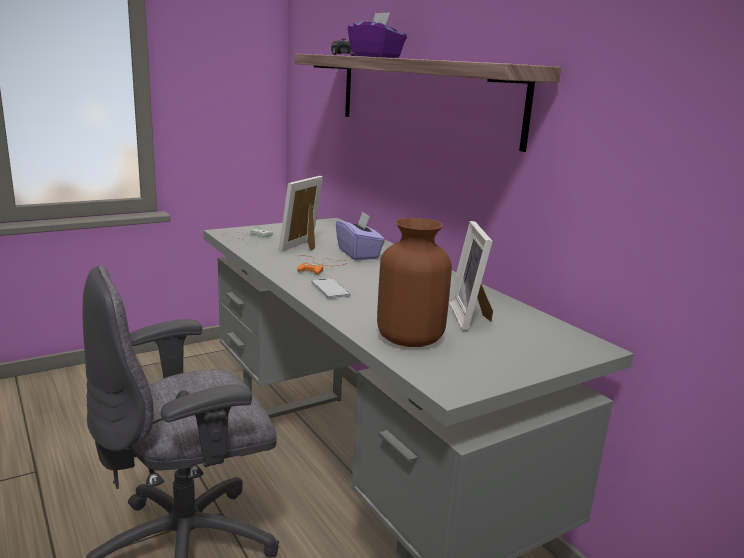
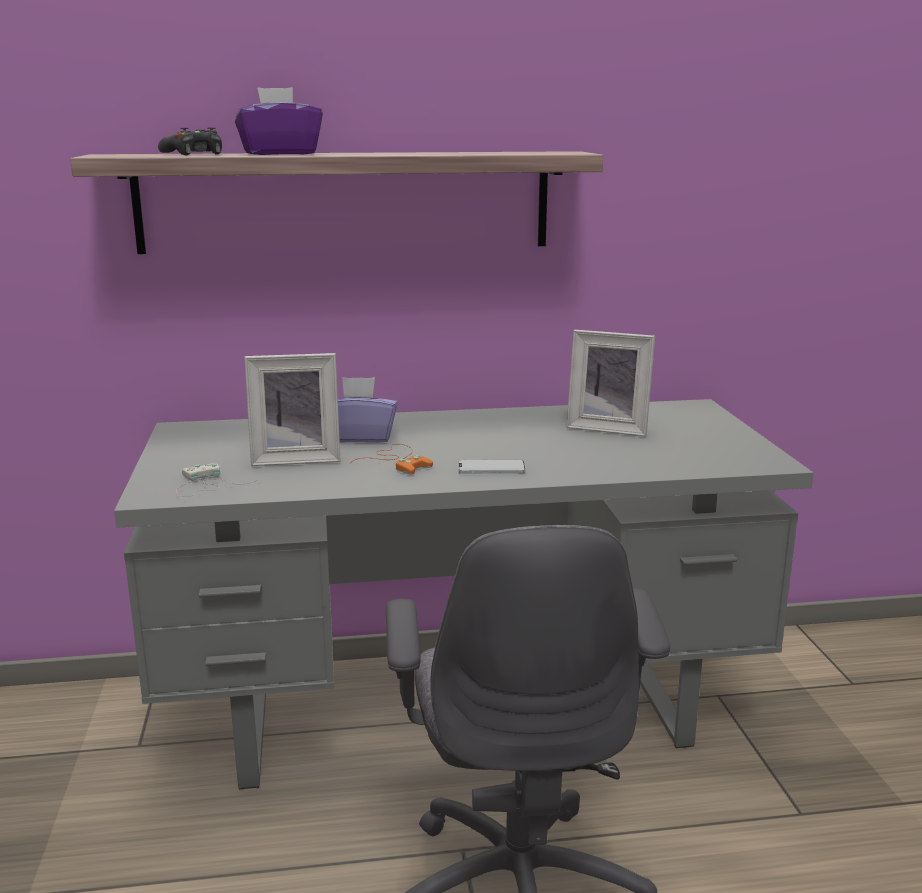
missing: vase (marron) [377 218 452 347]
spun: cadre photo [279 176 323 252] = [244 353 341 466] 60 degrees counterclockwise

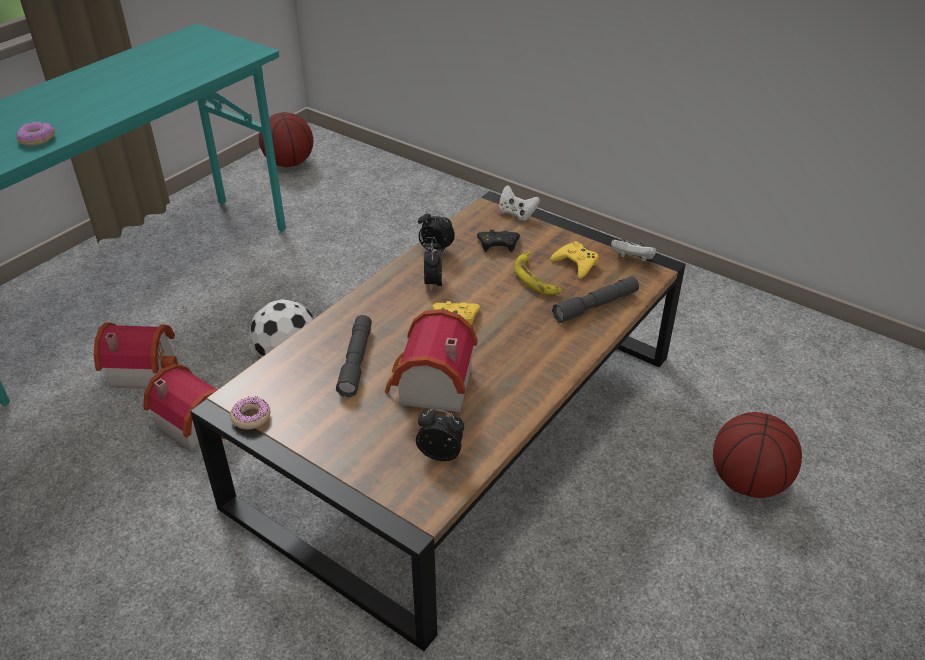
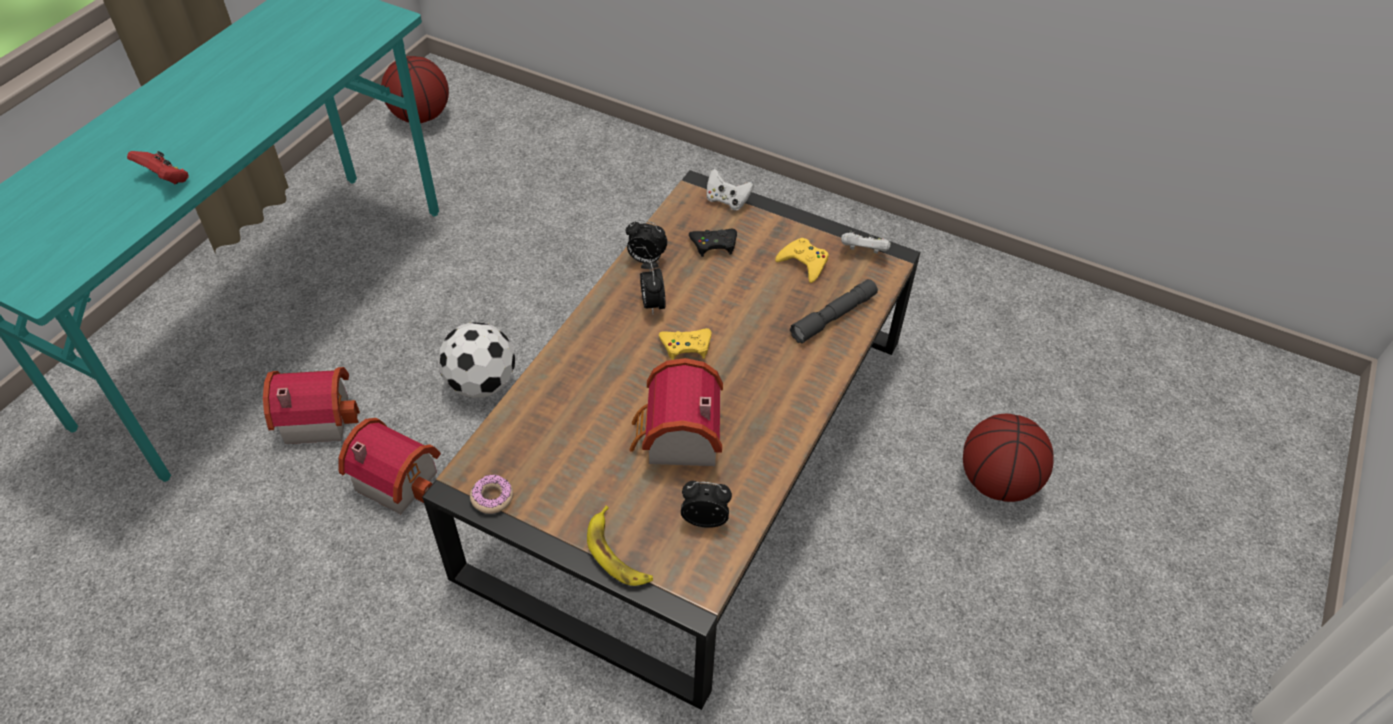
missing: lampe de poche (gris) [336 315 372 397]
relocated: banane [514 251 562 295] to [587 505 653 586]
exchanged: beignet [16 122 55 146] to manette (rouge) [127 151 189 184]

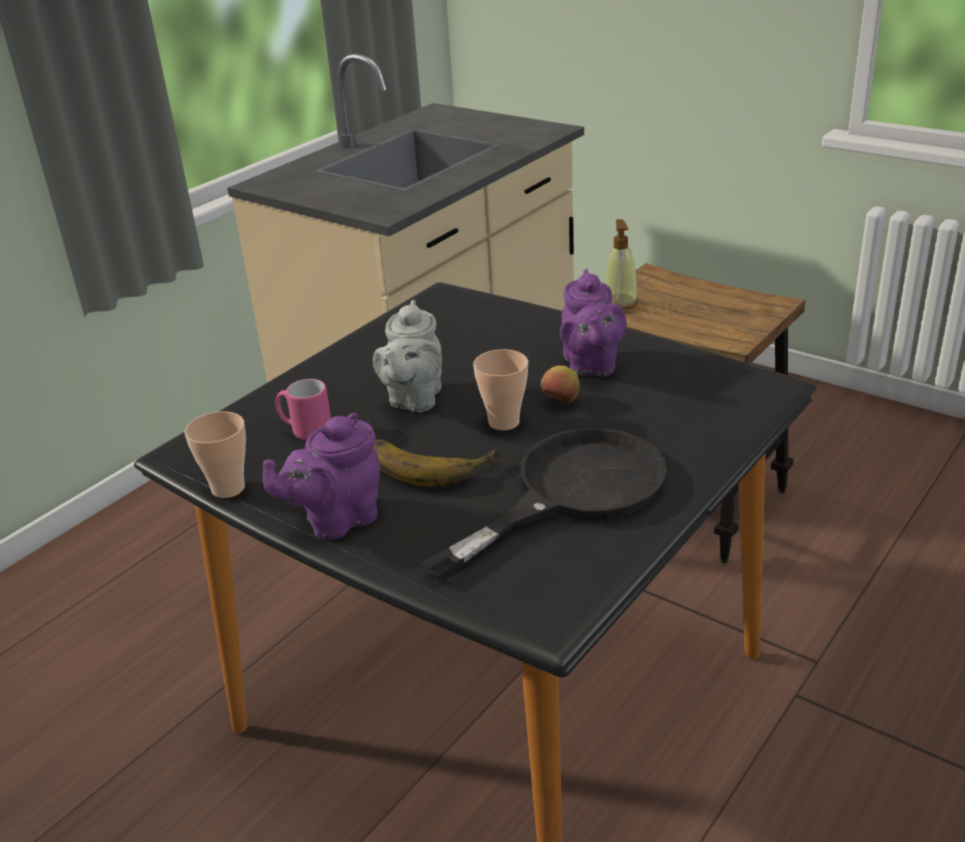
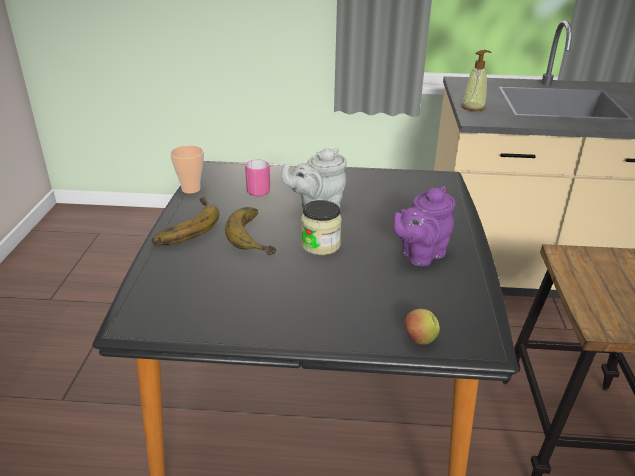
missing: poêle (noir) [420 428 667 581]
relocated: pomme [541 366 580 404] to [405 309 440 345]; distributeur de savon [604 219 638 310] to [461 50 491 111]
exchanged: théière (violet) [263 413 380 540] to banane [152 197 219 245]; tasse [473 349 528 430] to bocal [301 200 342 255]

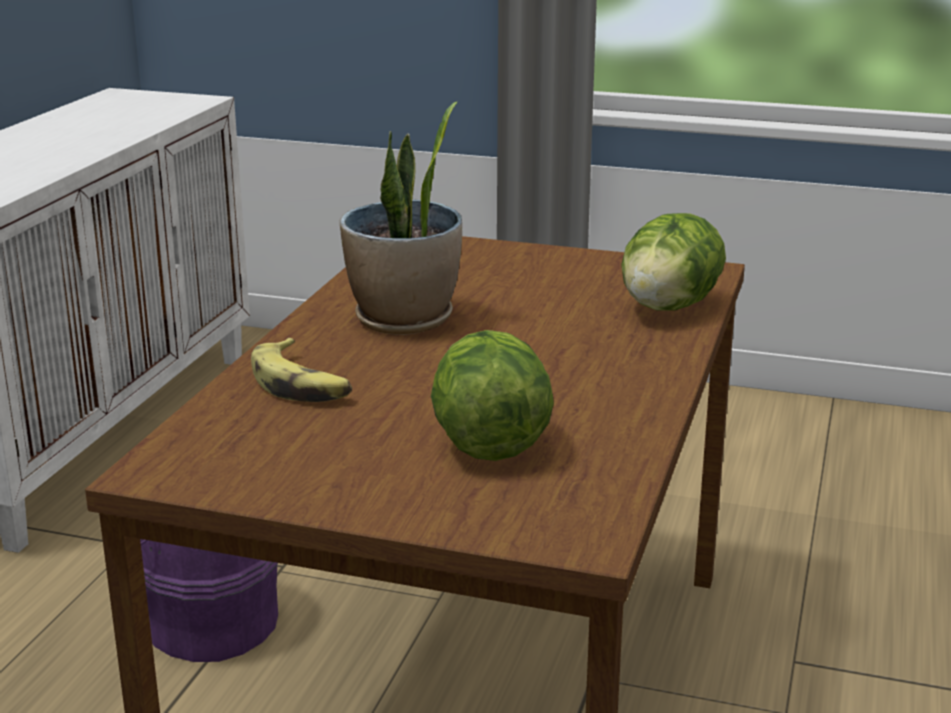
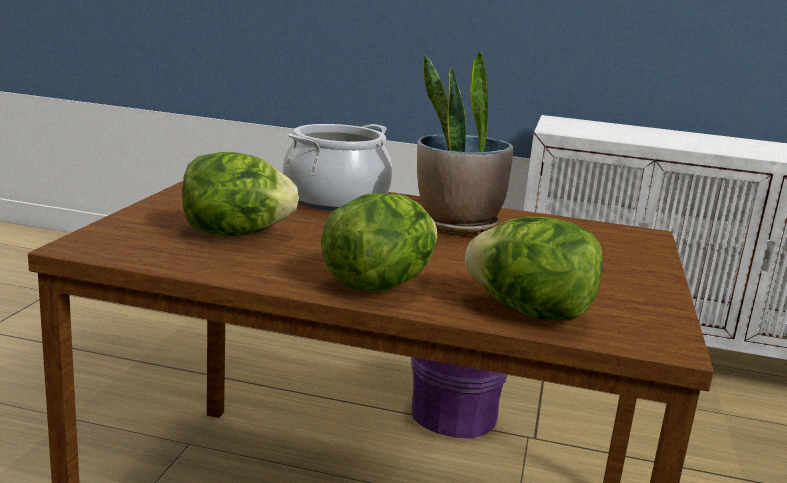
appeared: laitue [321 193 437 292]
exchanged: banane [251 338 352 402] to marmite [282 124 392 211]

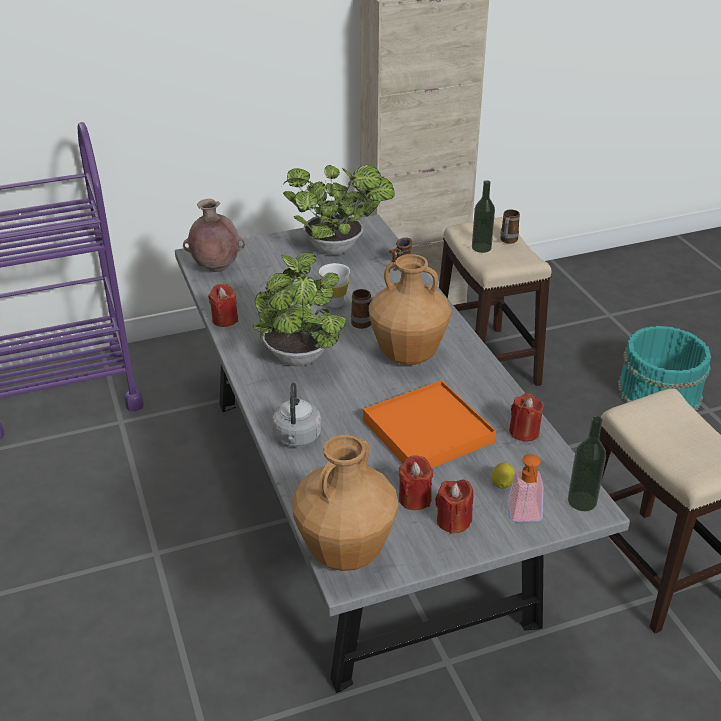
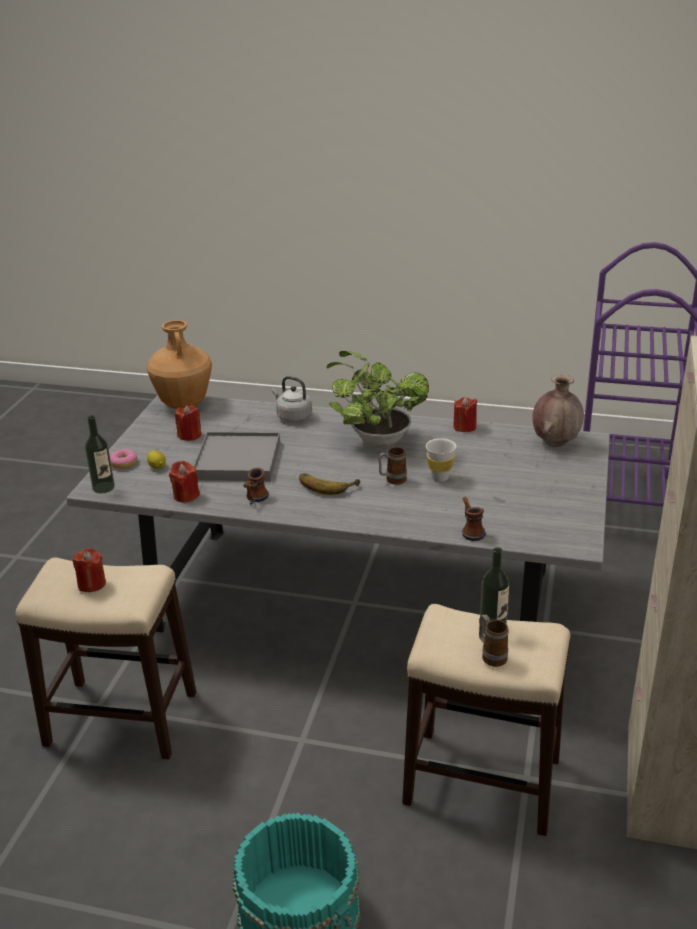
missing: plante en pot [282 165 395 255]
appeared: mug [243 468 269 504]
relocated: bougie (rouge) [435 479 474 534] to [73 548 106 592]
exchanged: distributeur de savon [508 454 543 522] to beignet [110 449 137 469]; vase (marron) [369 254 452 365] to banane [299 473 361 495]
colour: plateau (orange) [363 380 496 468] to plateau (gris) [194 432 280 481]

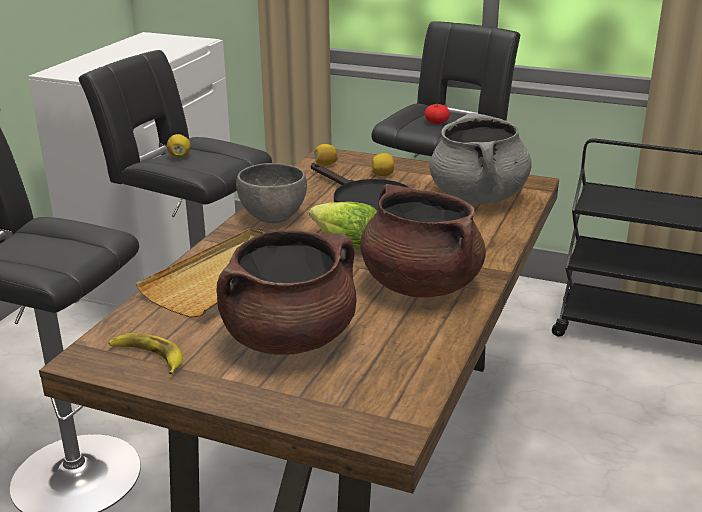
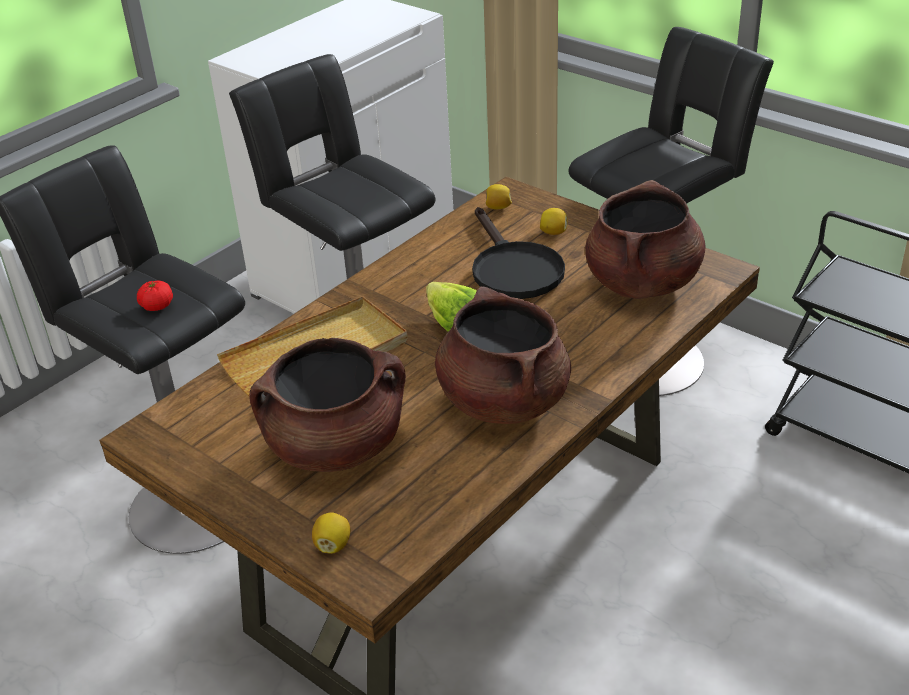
missing: banane [109 333 183 375]; bol (gris) [236 163 307 223]
relocated: tomate [425 104 450 124] to [137 280 173 311]; citron [167 134 191 158] to [312 512 350 554]
colour: marmite (gris) [430 113 532 204] to marmite (marron) [585 180 706 299]

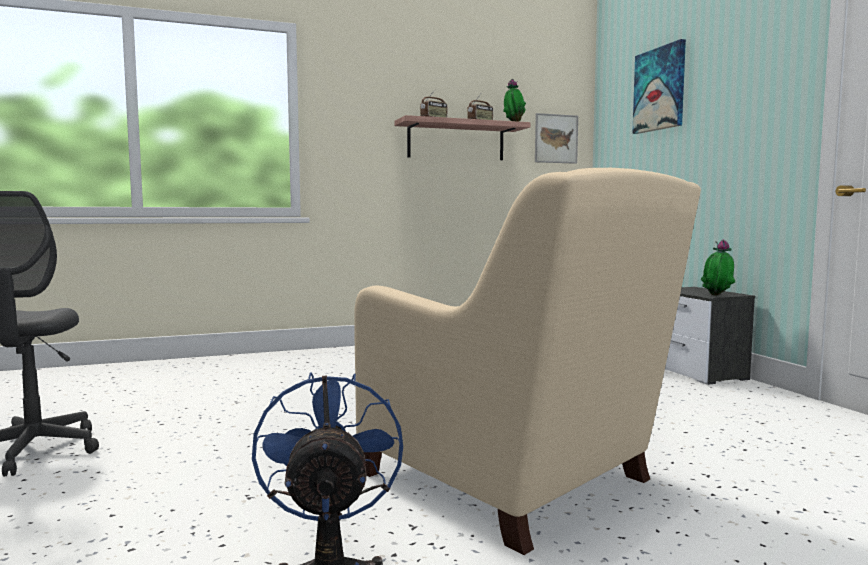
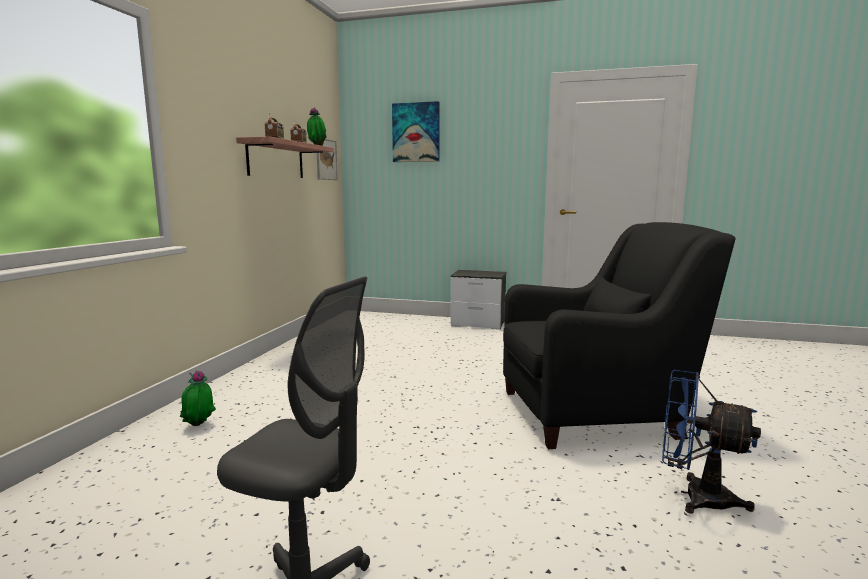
relocated: plante en pot [701 239 735 296] to [180 370 216 426]
colour: fauteuil (beige) [354 168 701 555] to fauteuil (noir) [503 222 735 449]

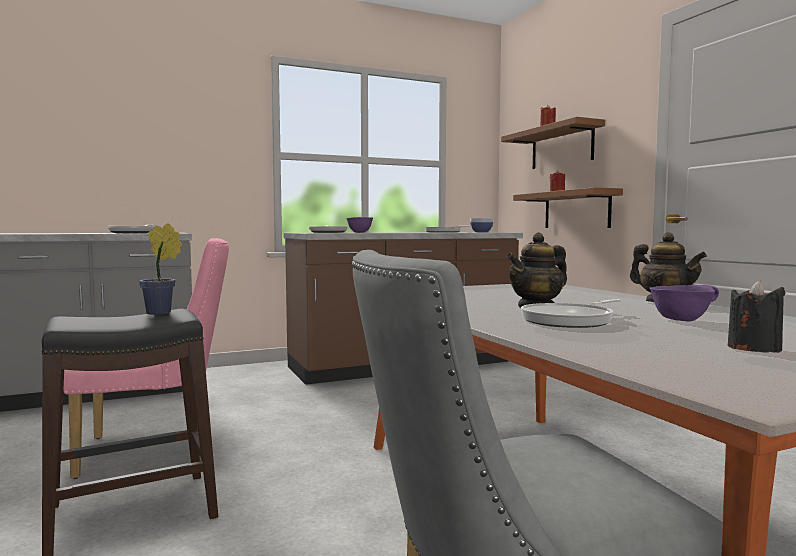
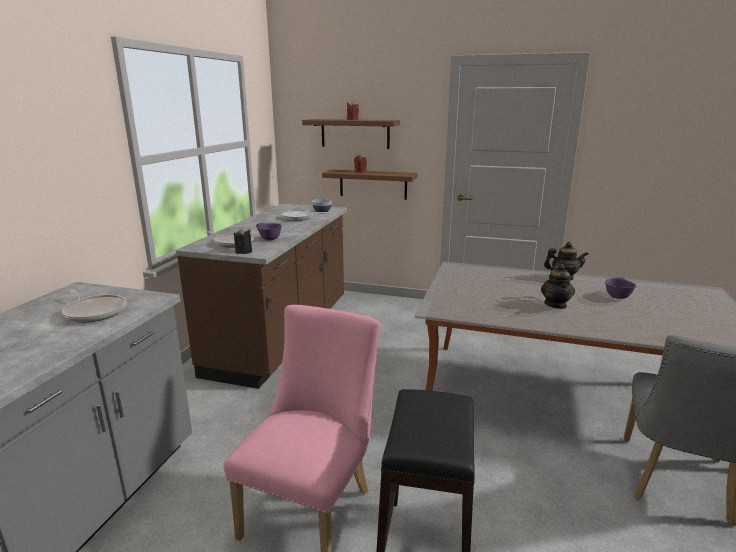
missing: plante en pot [139 223 182 315]; poêle [521 299 621 328]
relocated: bougie (noir) [727 280 785 353] to [234 228 252 254]

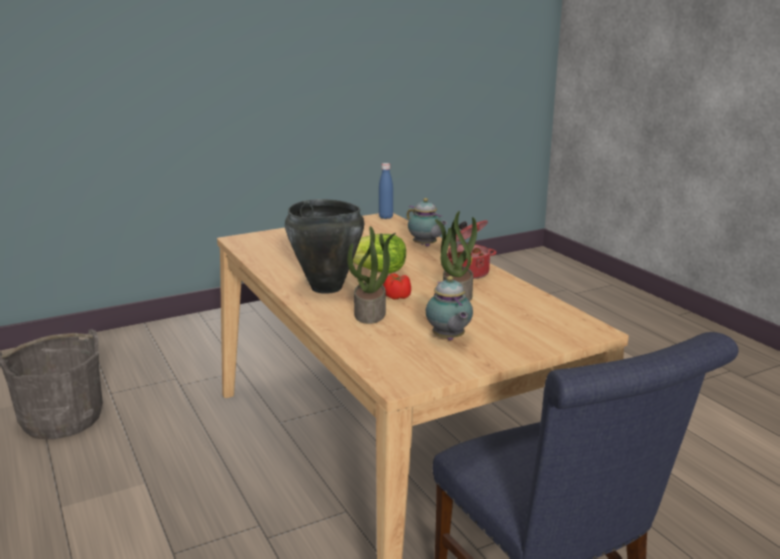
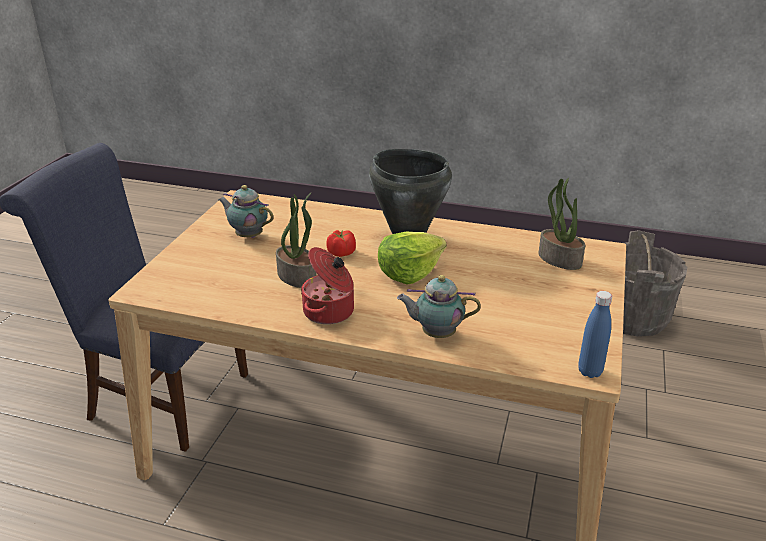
relocated: plante en pot [347 226 396 324] to [538 178 585 270]

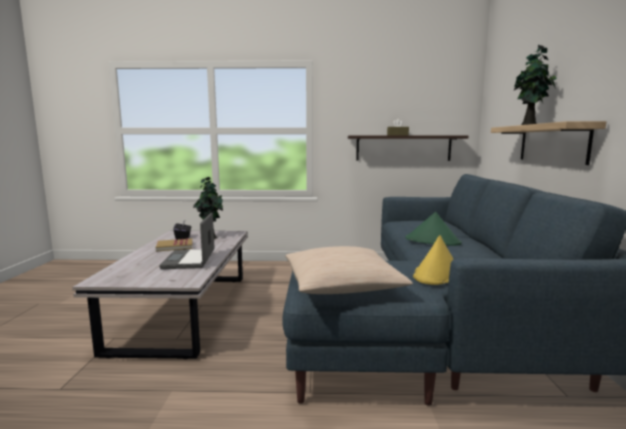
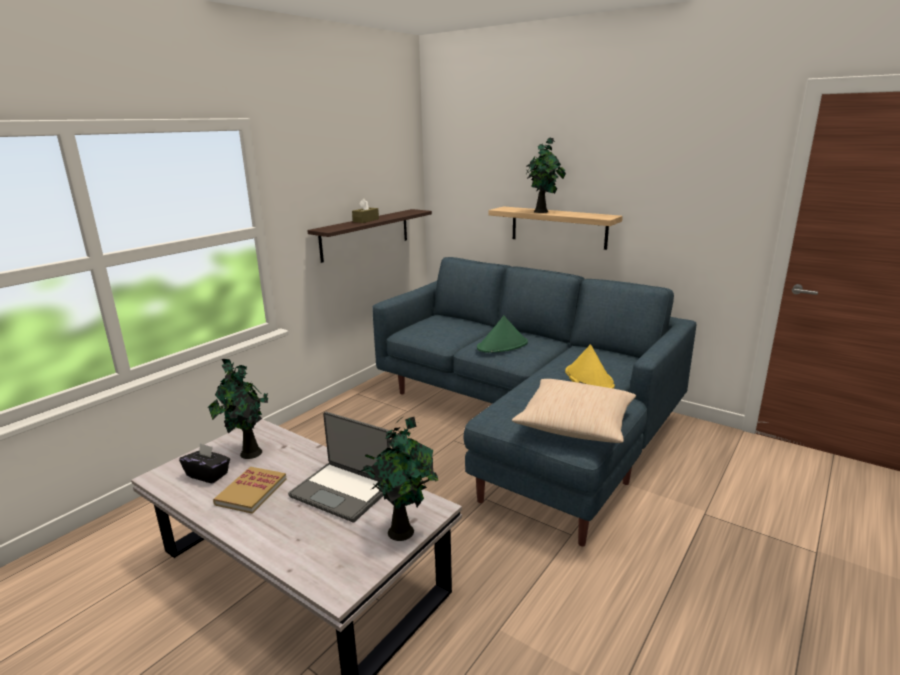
appeared: plante en pot [359 417 438 541]

